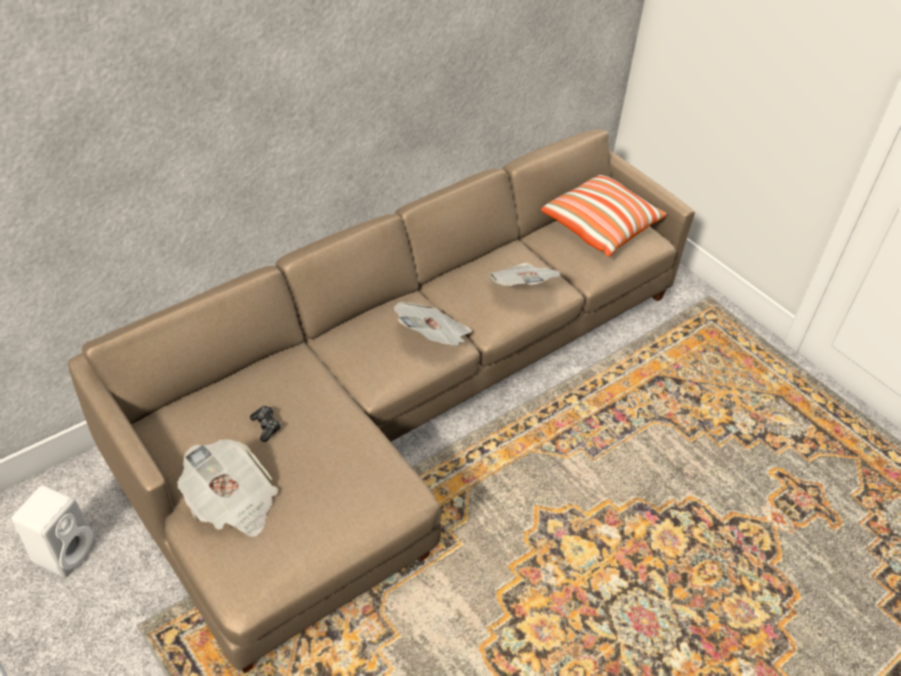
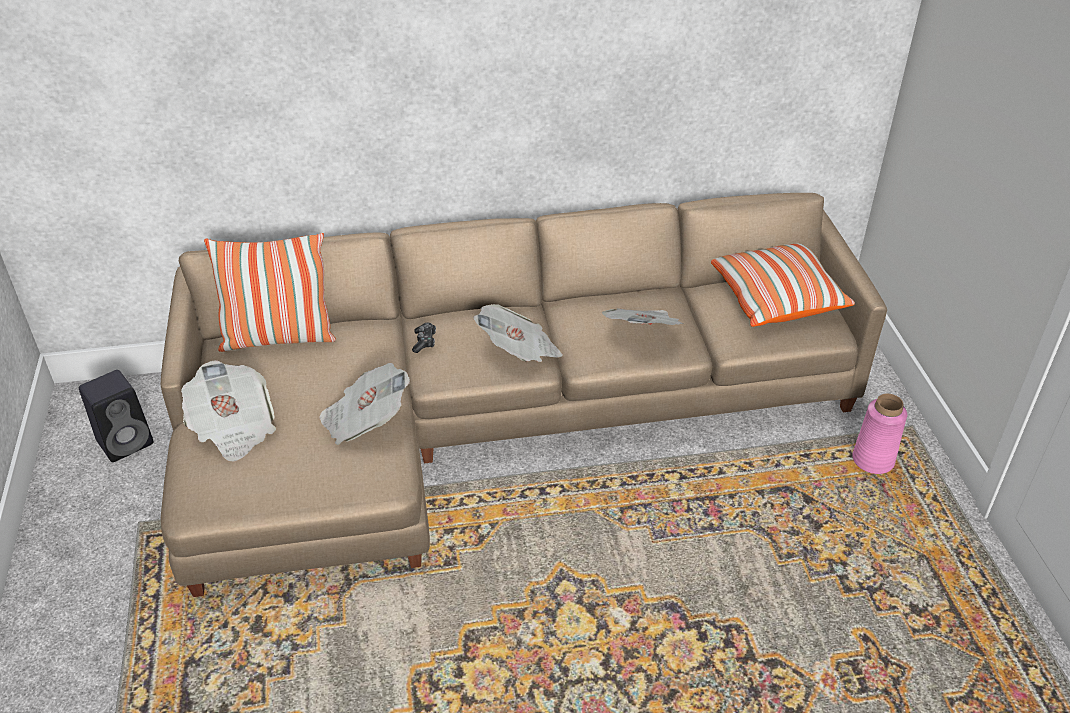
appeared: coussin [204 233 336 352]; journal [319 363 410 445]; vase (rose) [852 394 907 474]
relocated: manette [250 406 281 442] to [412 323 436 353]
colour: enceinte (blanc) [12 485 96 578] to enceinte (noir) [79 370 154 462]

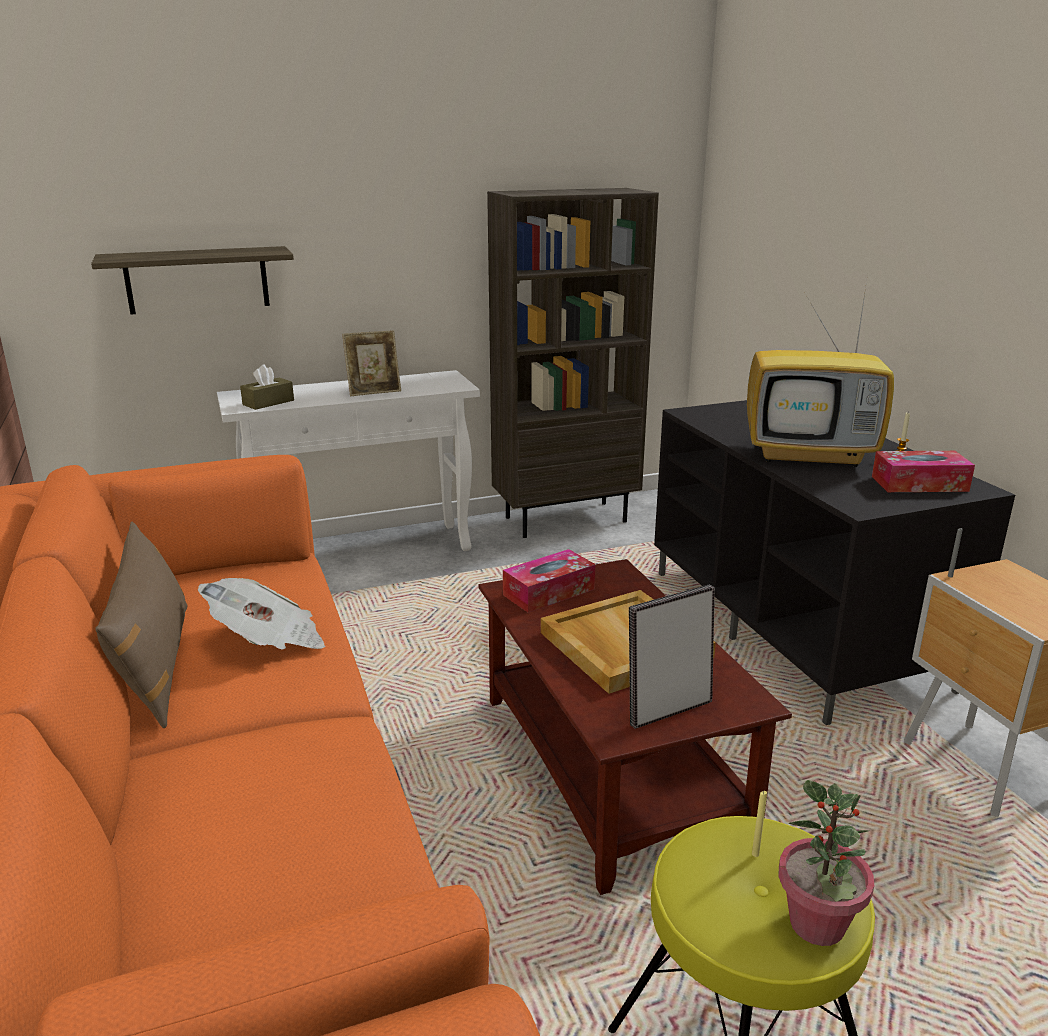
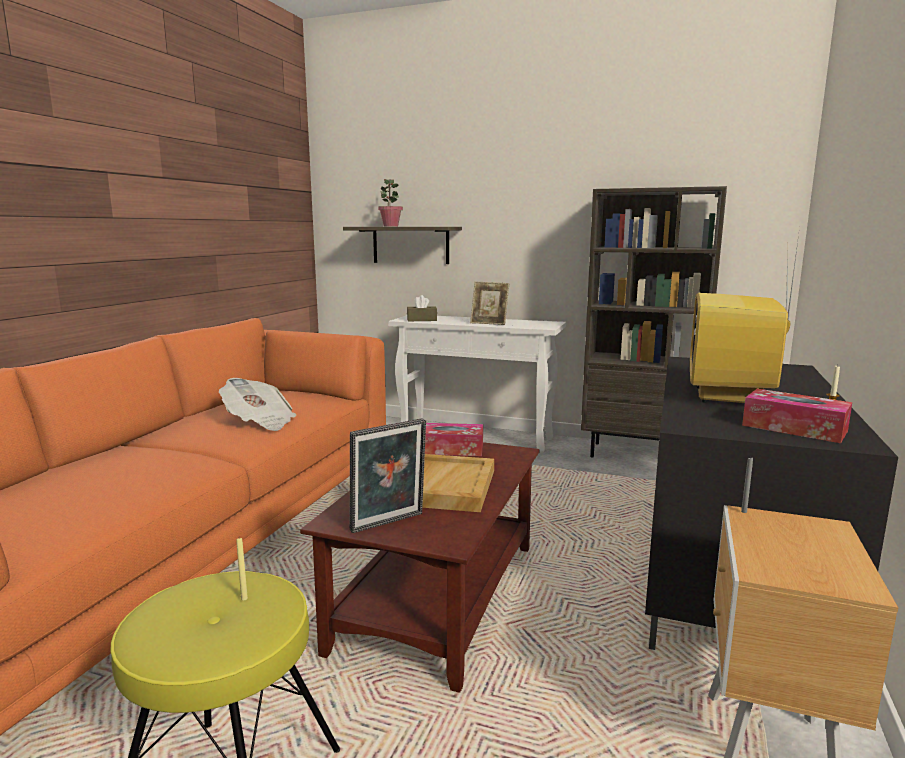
missing: coussin (marron) [95 522 188 728]
relocated: plante en pot [778 780 874 946] to [378 179 403 227]
spun: cadre photo [629 585 715 729] = [350 418 426 533] 135 degrees clockwise; téléviseur [747 281 894 467] = [690 227 800 403] 60 degrees clockwise

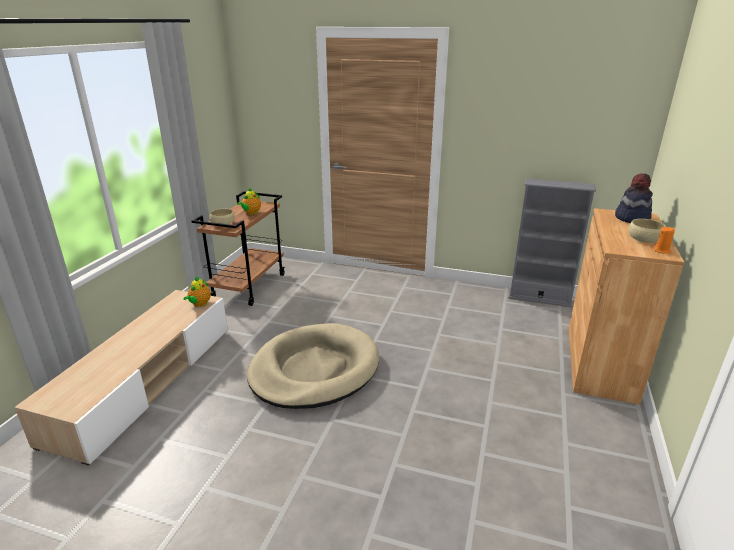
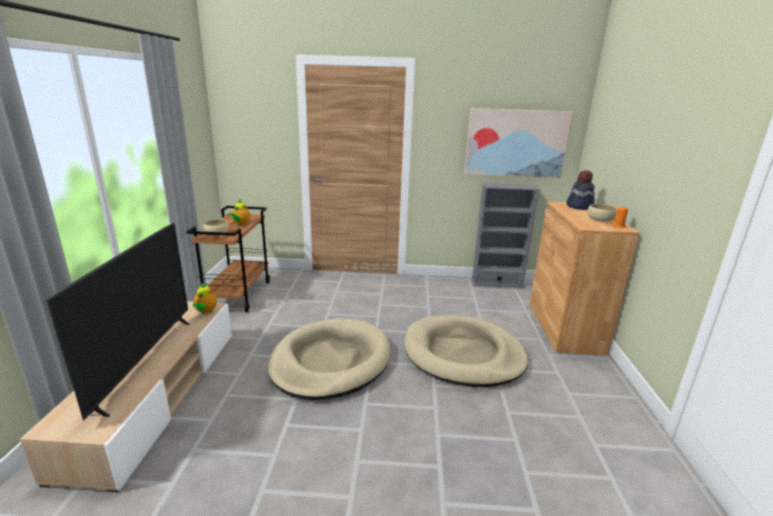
appeared: téléviseur [47 223 190 421]; panier pour chien (beige) [404 315 528 387]; tableau [464 108 572 178]

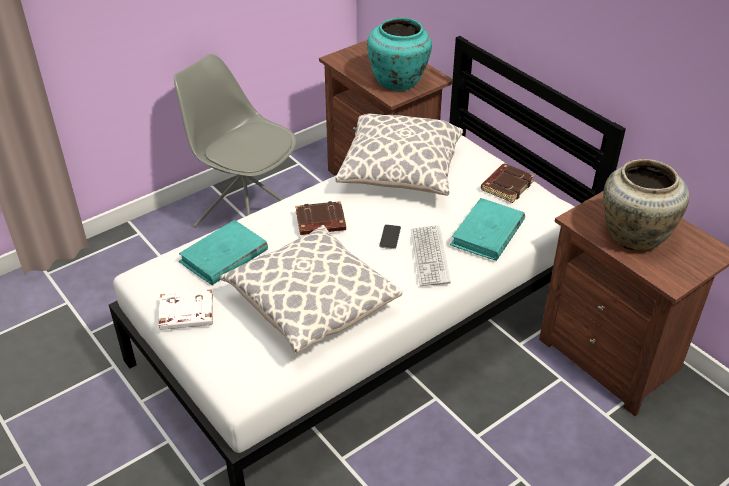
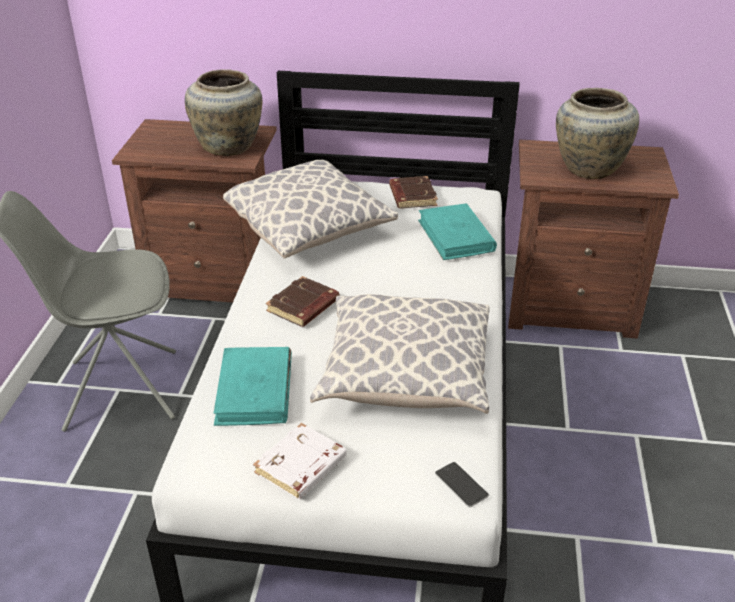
missing: clavier [410 225 451 286]
relocated: téléphone [379 224 401 249] to [435 462 489 507]
colour: vase (turquoise) [367 18 432 91] to vase (beige) [185 69 262 156]

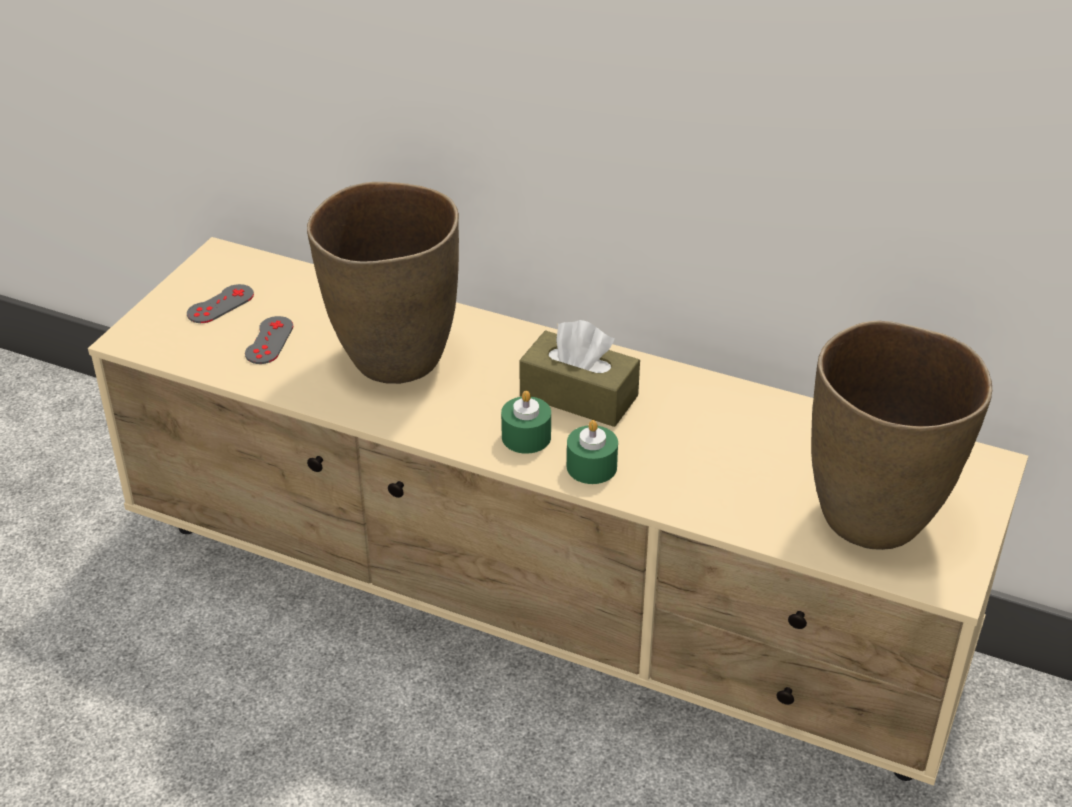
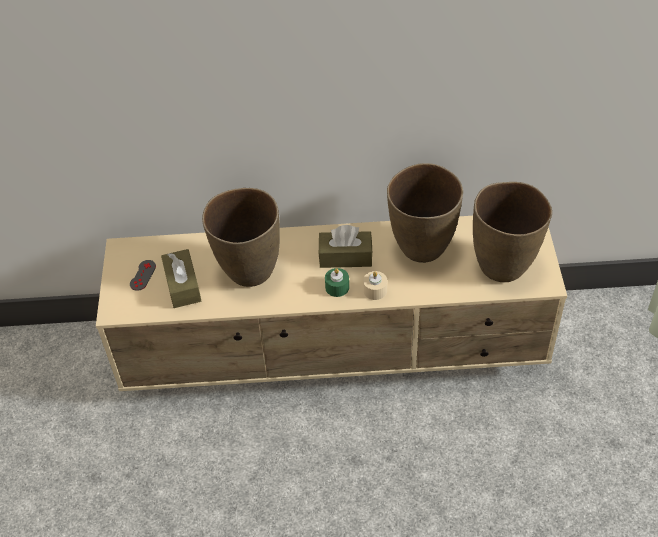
appeared: vase (marron) [387 163 463 263]
exchanged: manette (gris) [245 316 293 364] to boîte à mouchoirs (marron) [161 249 201 308]
colour: bougie (vert) [567 420 618 484] to bougie (beige) [363 271 387 300]

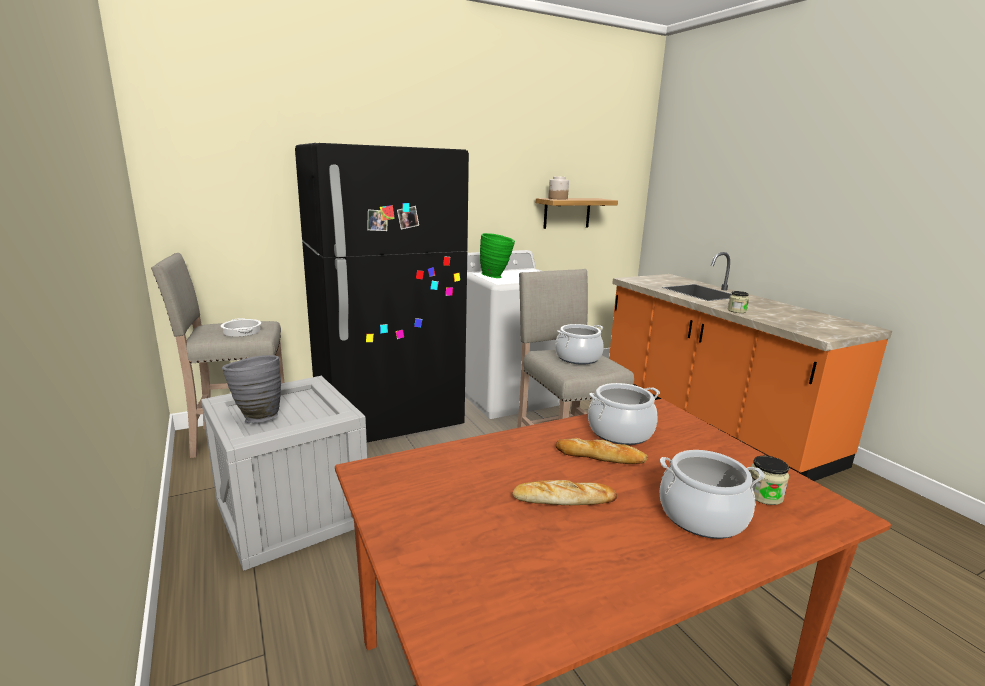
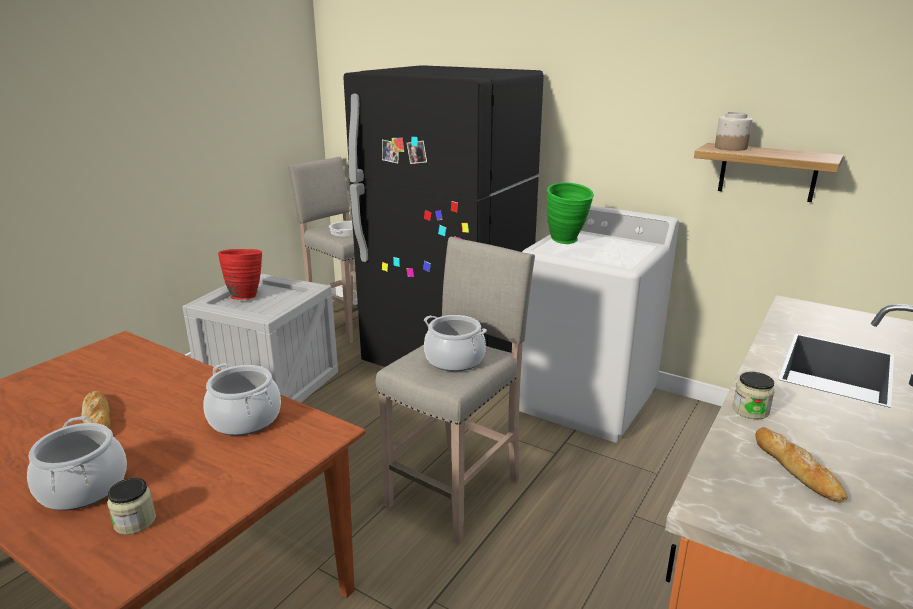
relocated: pain [556 438 648 464] to [755 427 848 503]
colour: vase (gris) [222 355 281 423] to vase (rouge) [218 249 262 300]

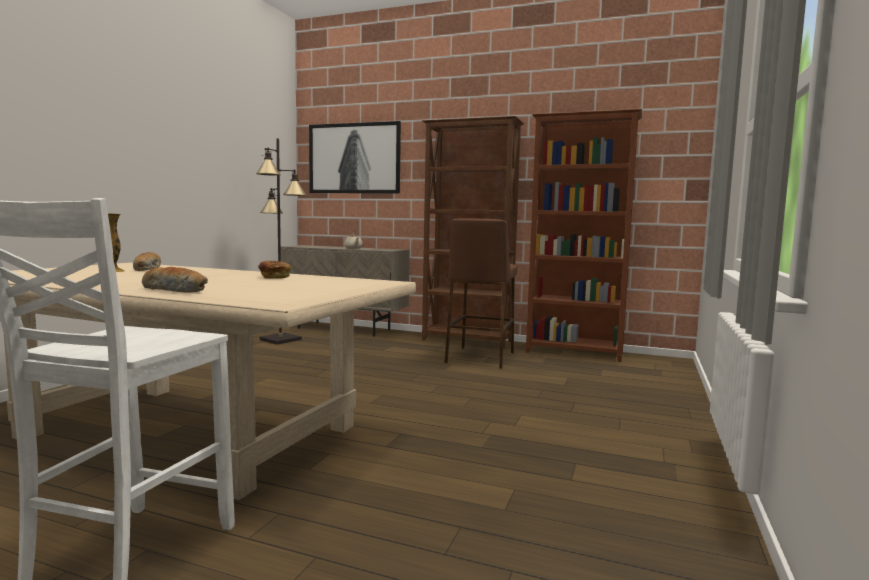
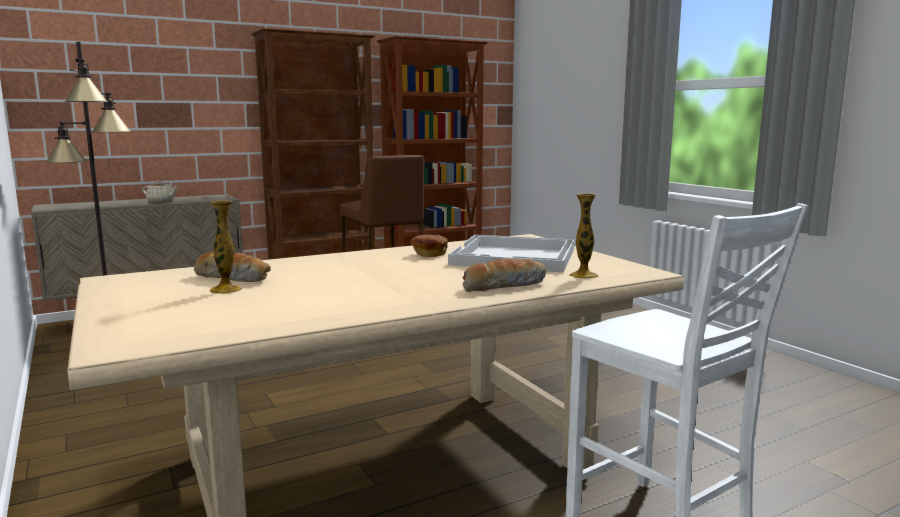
missing: tableau [309 121 401 193]
appeared: plateau (blanc) [448 235 575 272]; vase [570 193 598 279]

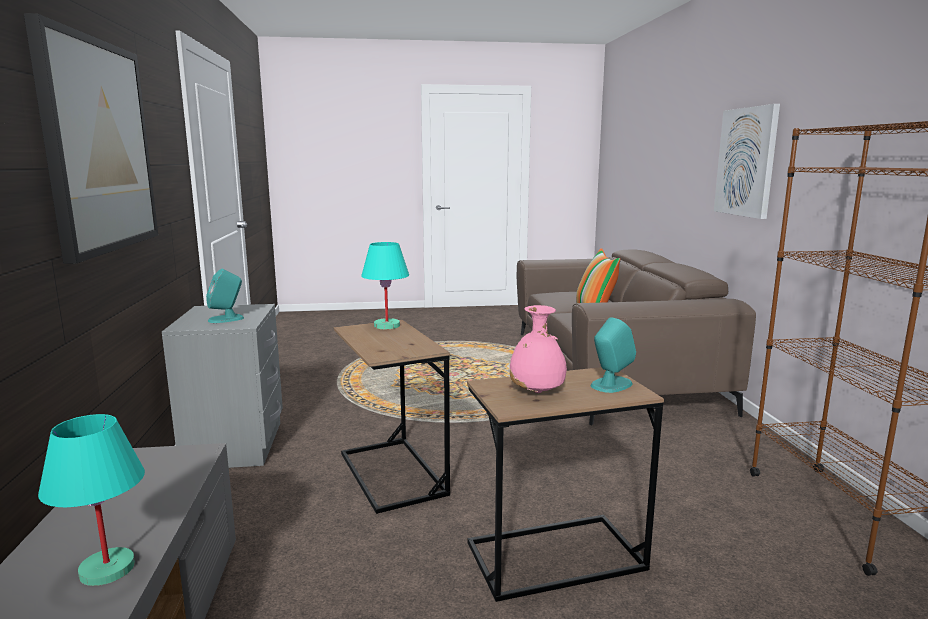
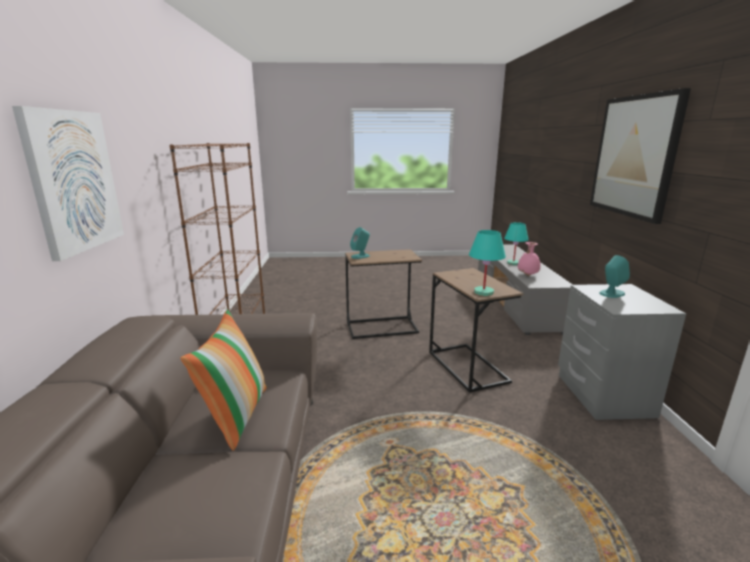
relocated: vase (rose) [510 305 567 393] to [518 242 541 276]

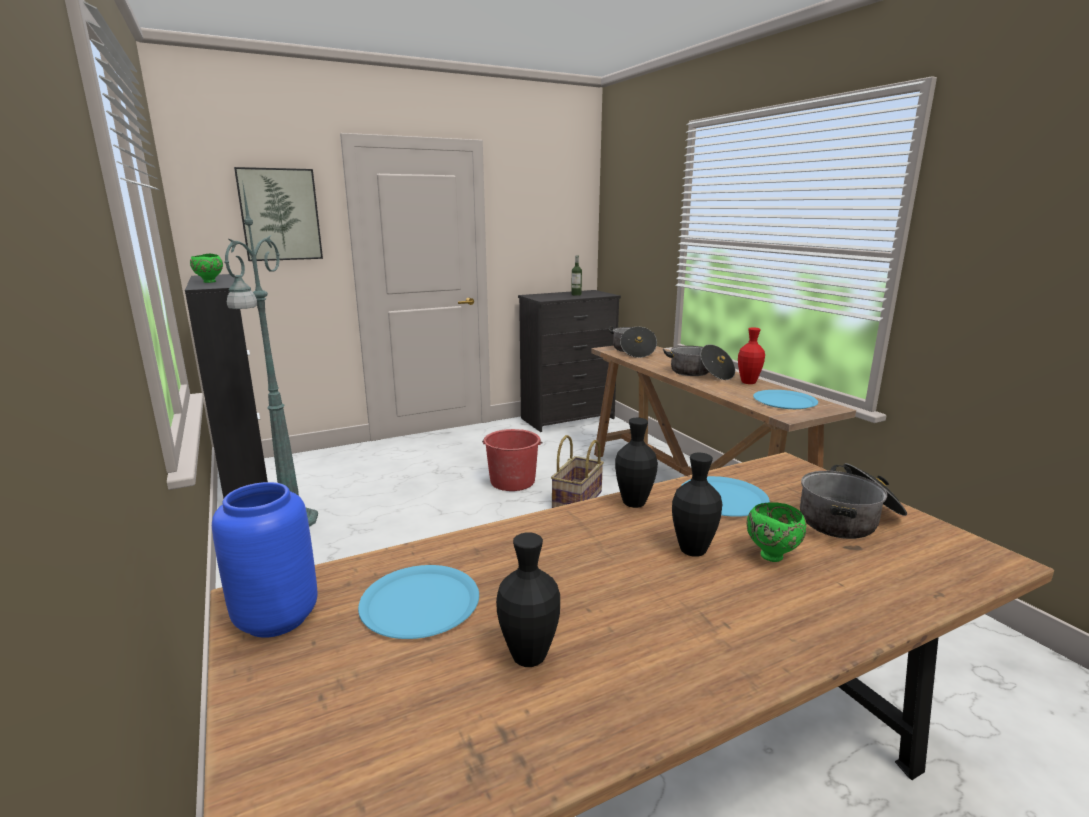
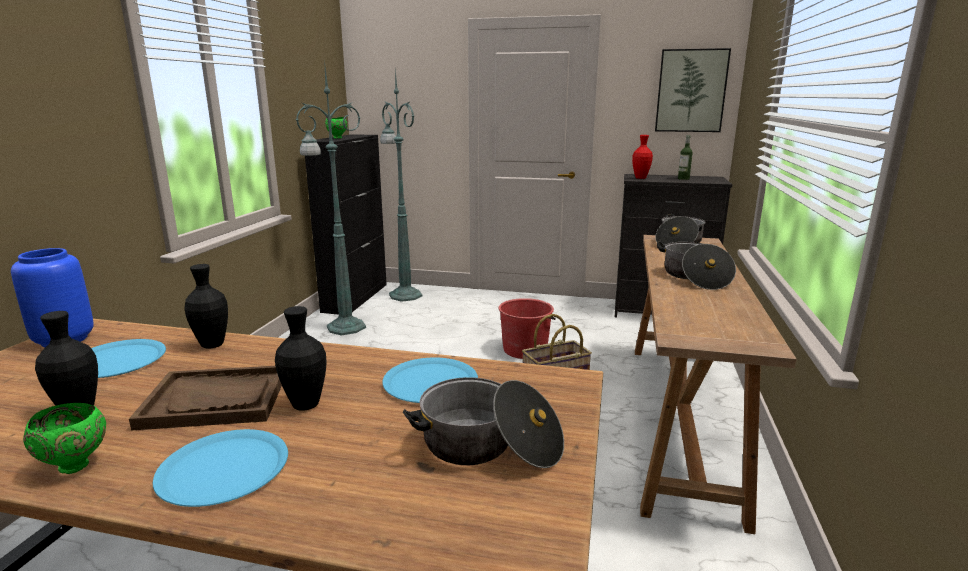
appeared: plateau (marron) [129 366 282 430]; lampadaire (vert) [380 68 423 302]
relocated: bol (vert) [747 502 807 562] to [23 403 106 474]; assiette (bleu) [753 390 818 409] to [153 429 288 507]; vase (noir) [615 418 658 508] to [184 264 228 348]; vase (rouge) [738 328 765 384] to [632 135 653 179]; tableau [234 167 323 261] to [655 48 731 132]

